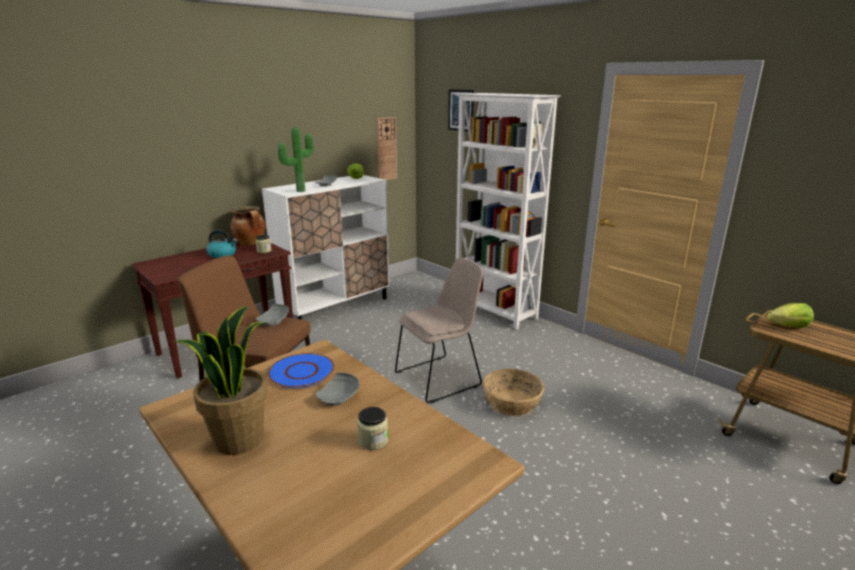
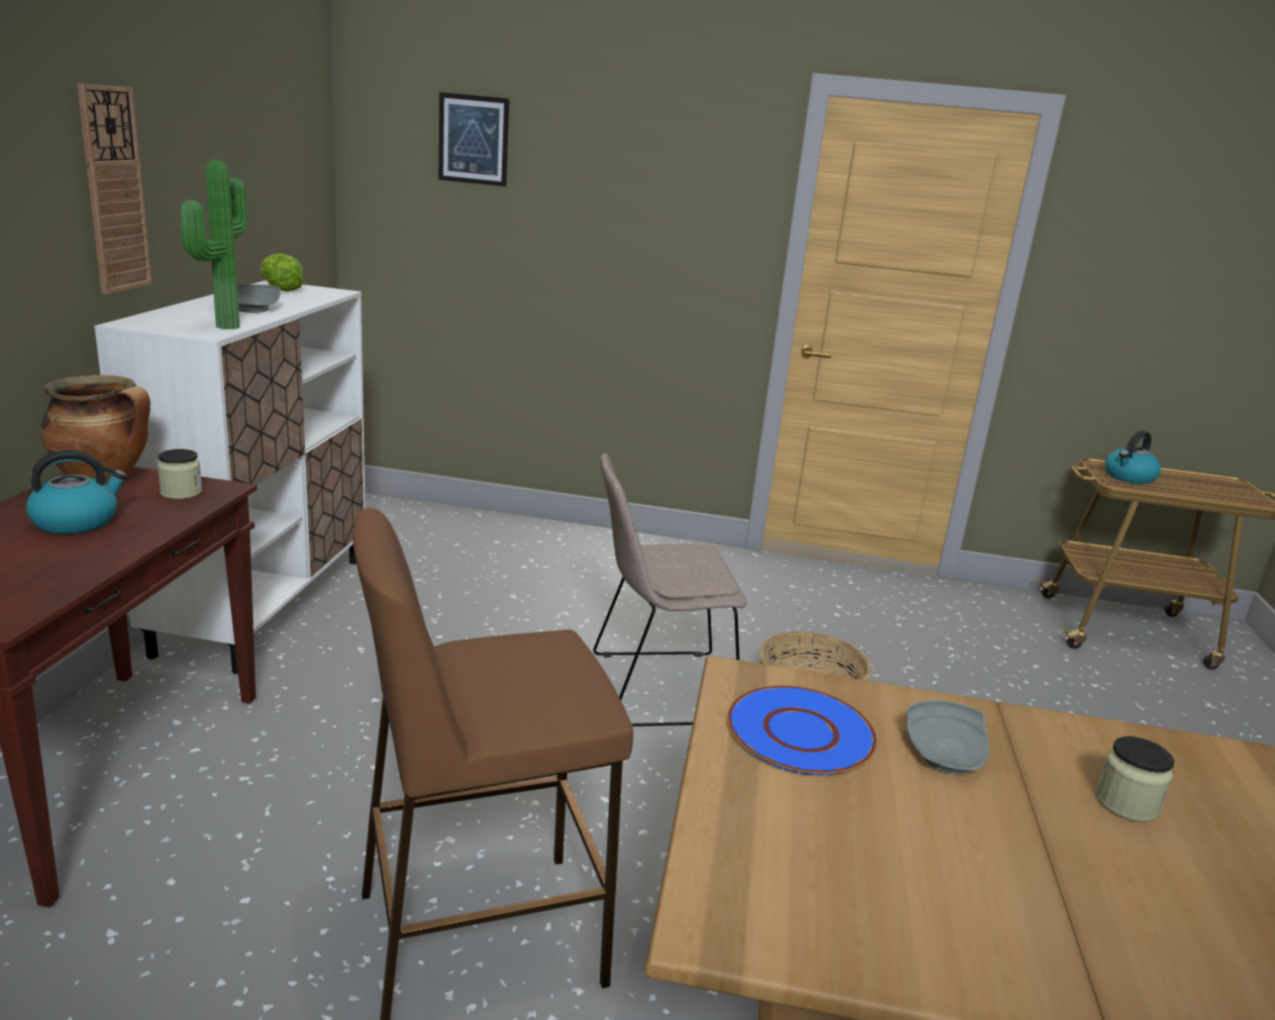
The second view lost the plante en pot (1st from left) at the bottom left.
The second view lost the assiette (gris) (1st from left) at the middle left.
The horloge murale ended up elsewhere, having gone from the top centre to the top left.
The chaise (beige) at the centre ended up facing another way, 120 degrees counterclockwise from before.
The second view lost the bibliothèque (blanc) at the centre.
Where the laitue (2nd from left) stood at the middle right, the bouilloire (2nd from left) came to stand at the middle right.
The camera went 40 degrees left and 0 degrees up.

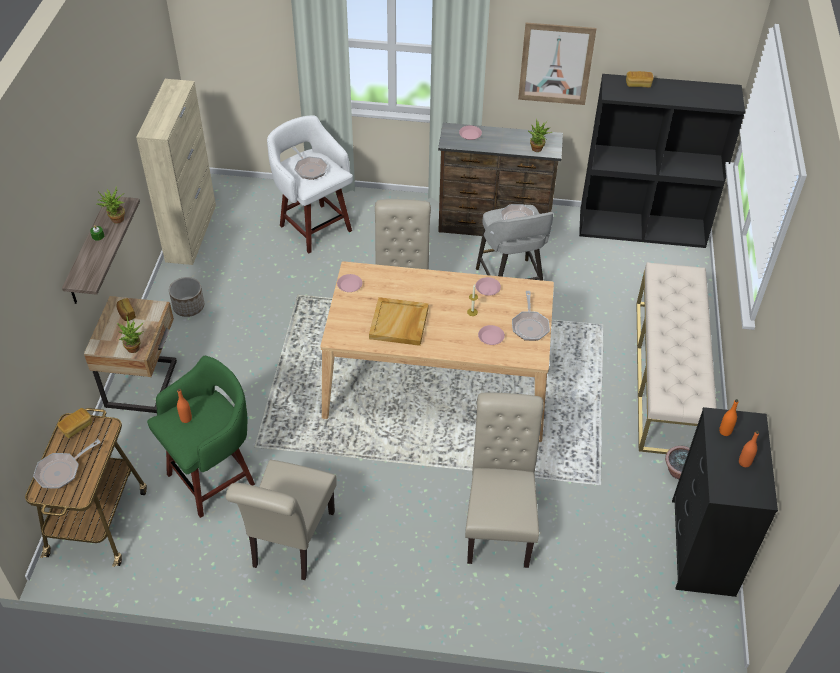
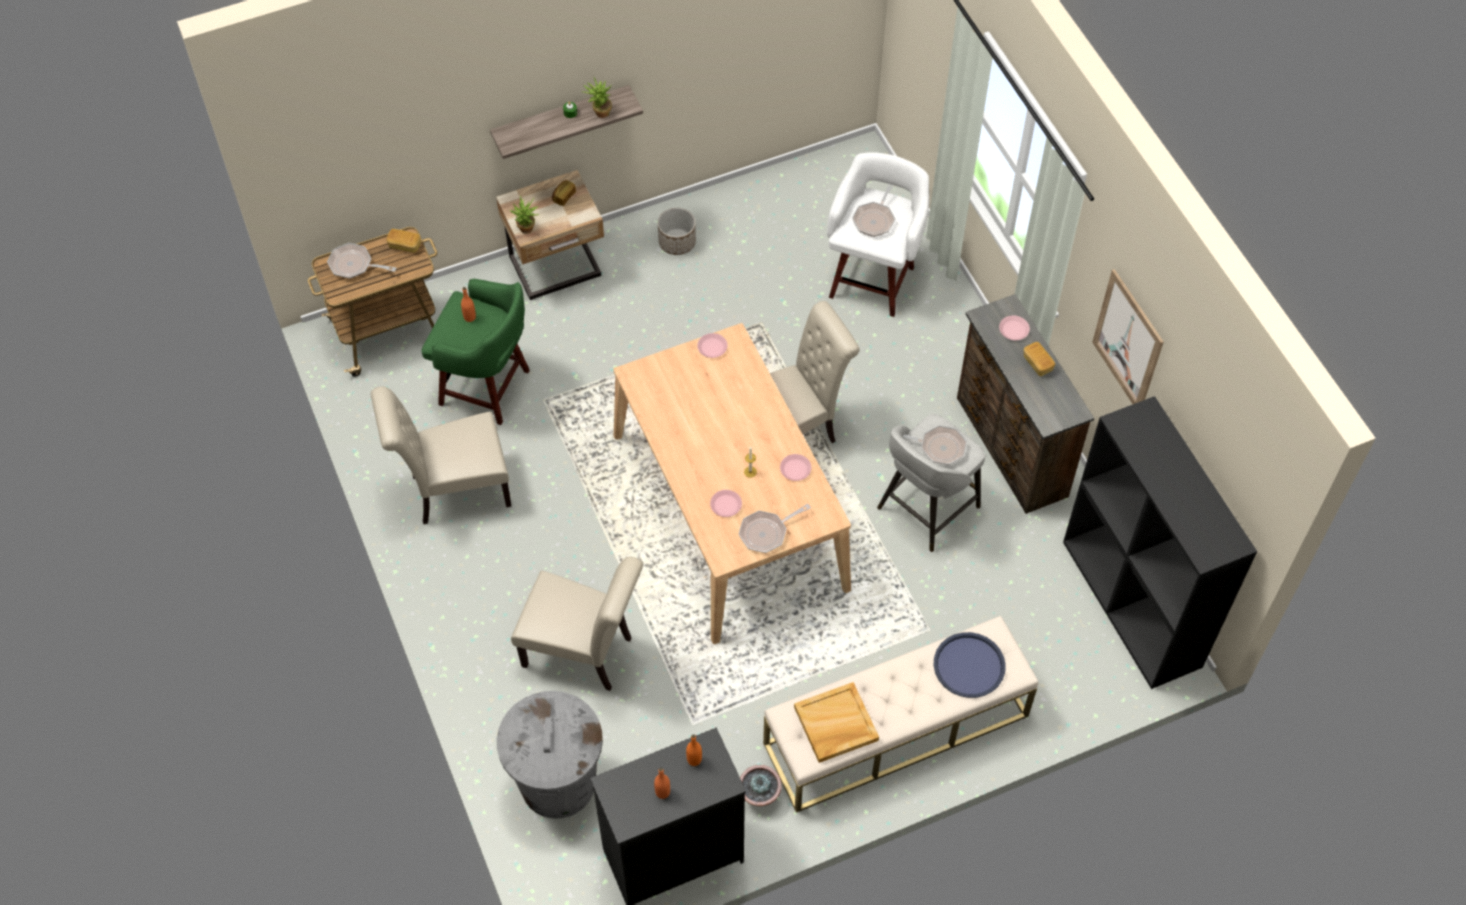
The second view lost the meuble de rangement (beige) at the top left.
The plateau (beige) ended up elsewhere, having gone from the centre to the bottom centre.
The chaise (beige) (3rd from left in the first image) at the bottom centre ended up facing another way, 45 degrees clockwise from before.
The second view lost the plante en pot (3rd from left) at the top centre.
The pain (3rd from left) ended up elsewhere, having gone from the top right to the middle right.
The second view gained the poubelle (gris) at the bottom centre.
The second view gained the plateau (bleu) at the bottom centre.
The camera went 60 degrees right and 10 degrees up.

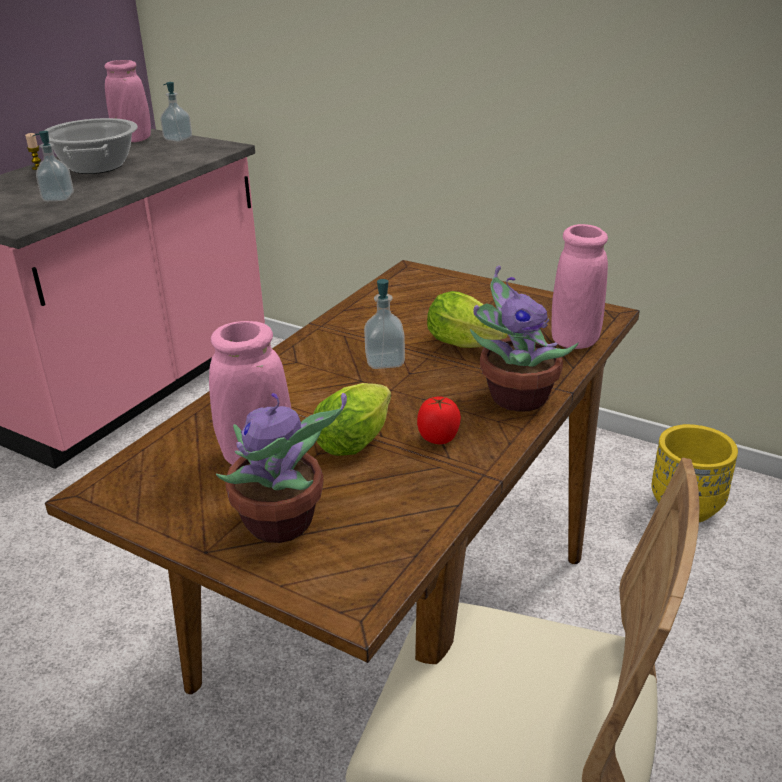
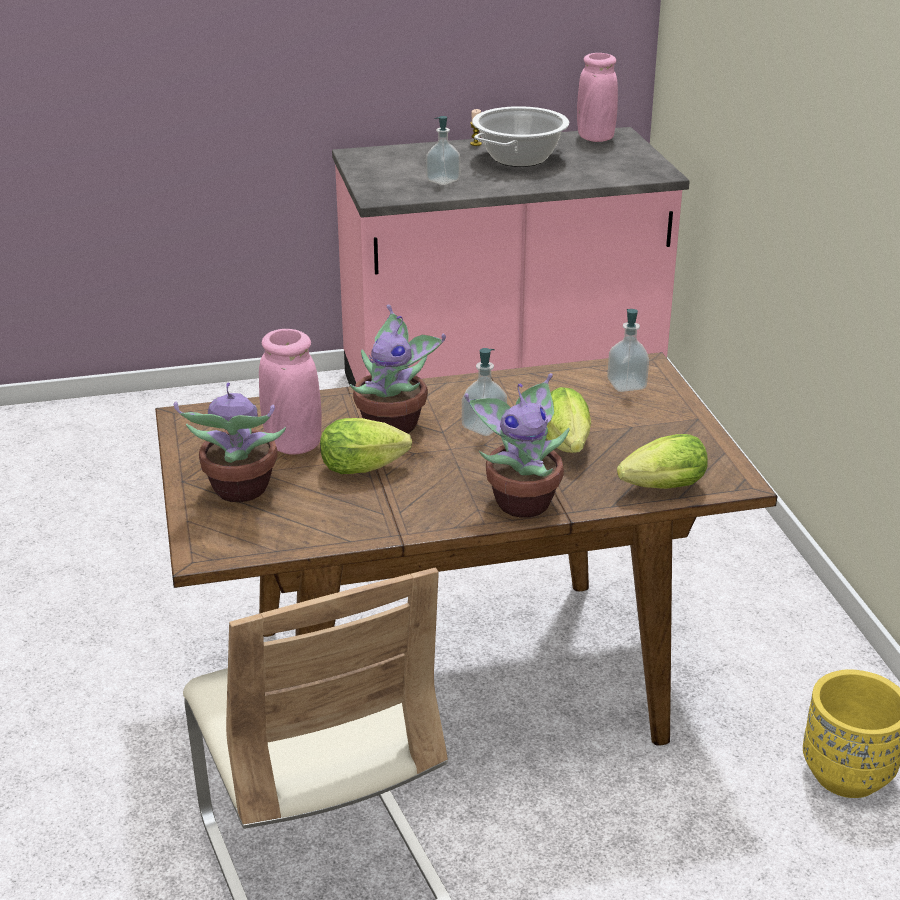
The distributeur de savon (2nd from left in the first image) ended up elsewhere, having gone from the top left to the middle right.
The second view lost the tomate at the centre.
Where the vase (rose) (3rd from left) stood at the middle right, the laitue (3rd from left) came to stand at the middle right.
The second view gained the plante en pot (2nd from left) at the centre.
The camera went 45 degrees right and 0 degrees up.

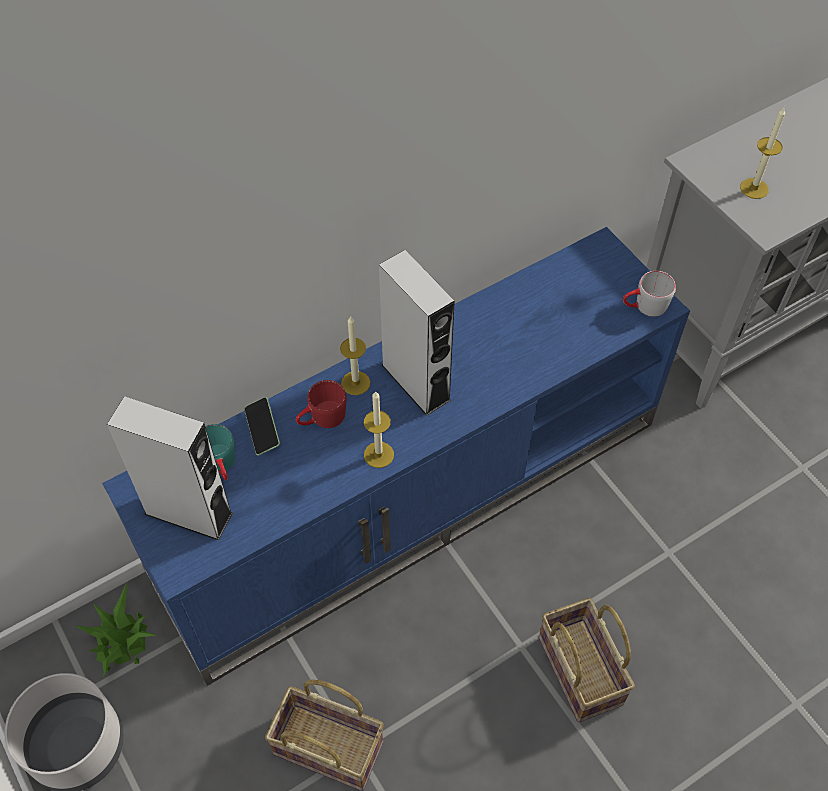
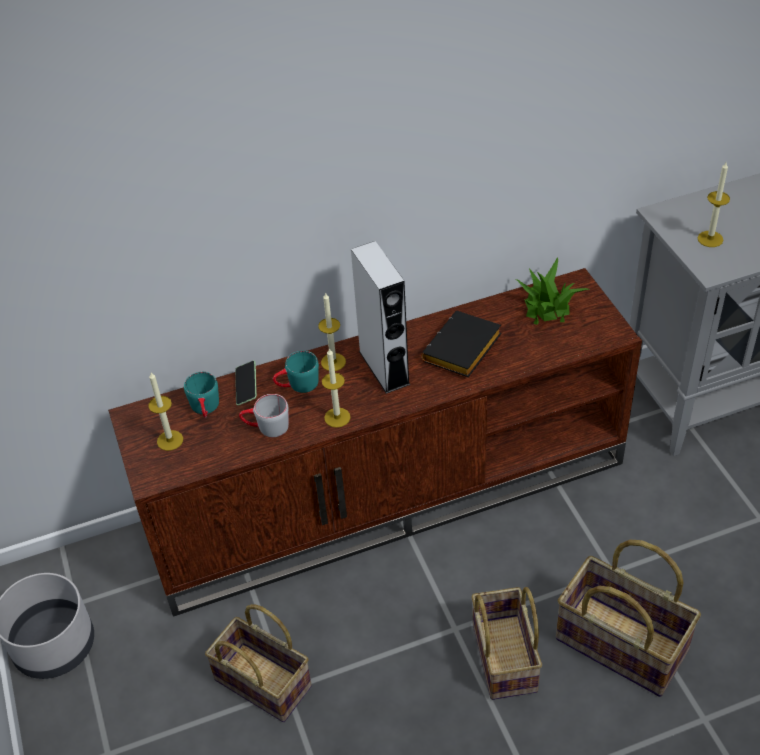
The plante en pot ended up elsewhere, having gone from the bottom left to the middle right.
What was the meuble télé (bleu) at the centre turned into the meuble télé (marron) at the centre.
Where the enceinte (gris) (1st from left) stood at the middle left, the bougie (1st from left) came to stand at the middle left.
What was the mug (rouge) at the centre turned into the mug (turquoise) (2nd from left) at the centre.
The mug (gris) ended up elsewhere, having gone from the middle right to the centre.
The second view gained the livre (noir) at the centre.
The second view gained the panier (3rd from left) at the bottom right.
The camera went 15 degrees right and 10 degrees down.

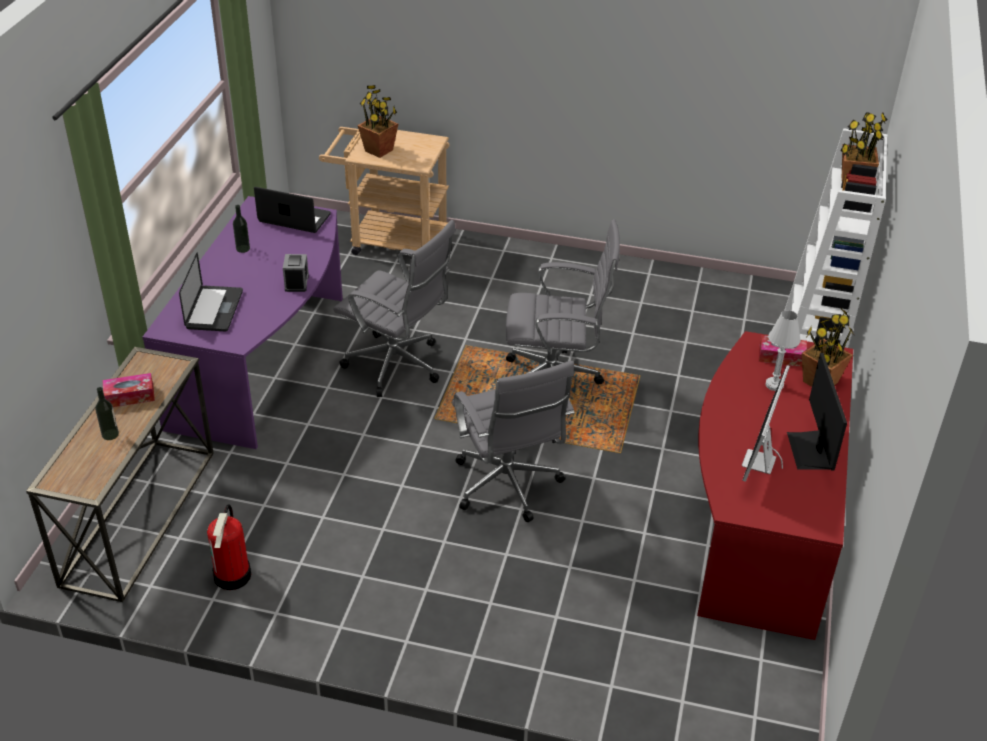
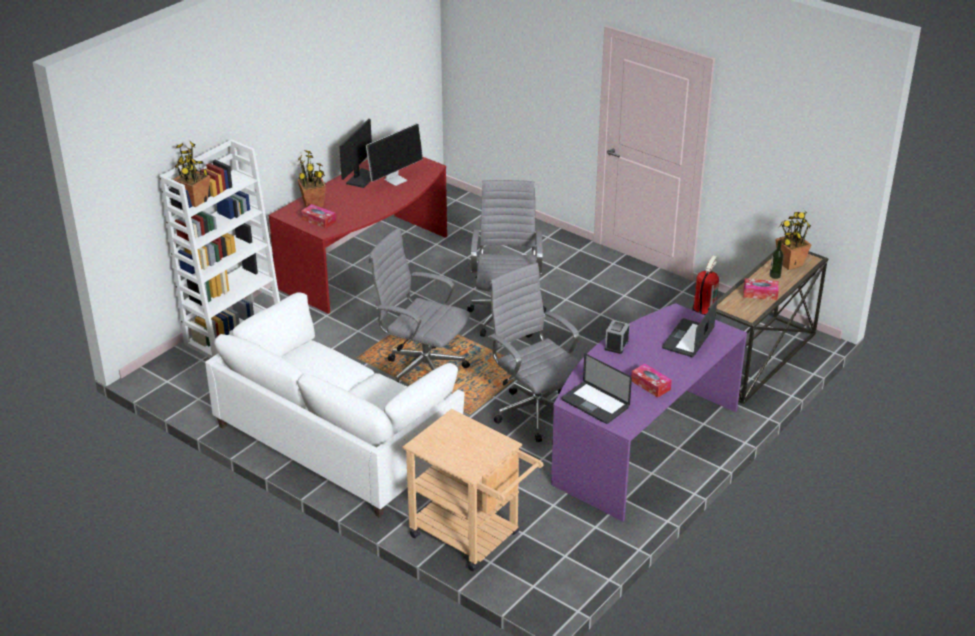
Where the bouteille (2nd from left) stood at the top left, the boîte à mouchoirs (2nd from left) came to stand at the middle right.
The plante en pot (1st from left in the first image) ended up elsewhere, having gone from the top centre to the middle right.
The second view lost the lampe de table (blanc) at the middle right.
The second view gained the canapé (blanc) at the centre.
The camera went 155 degrees left and 5 degrees down.

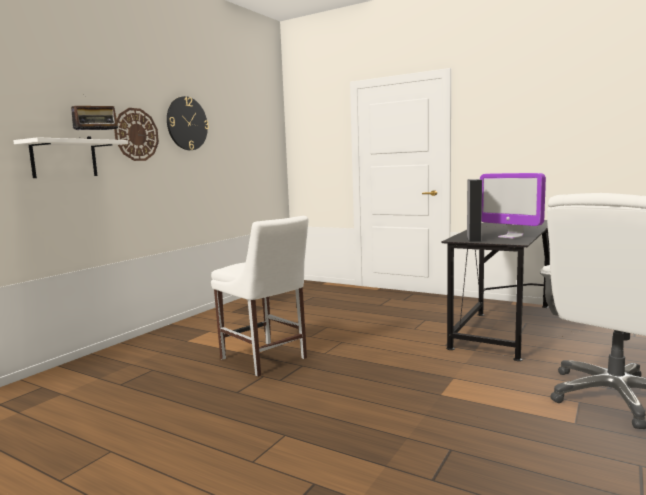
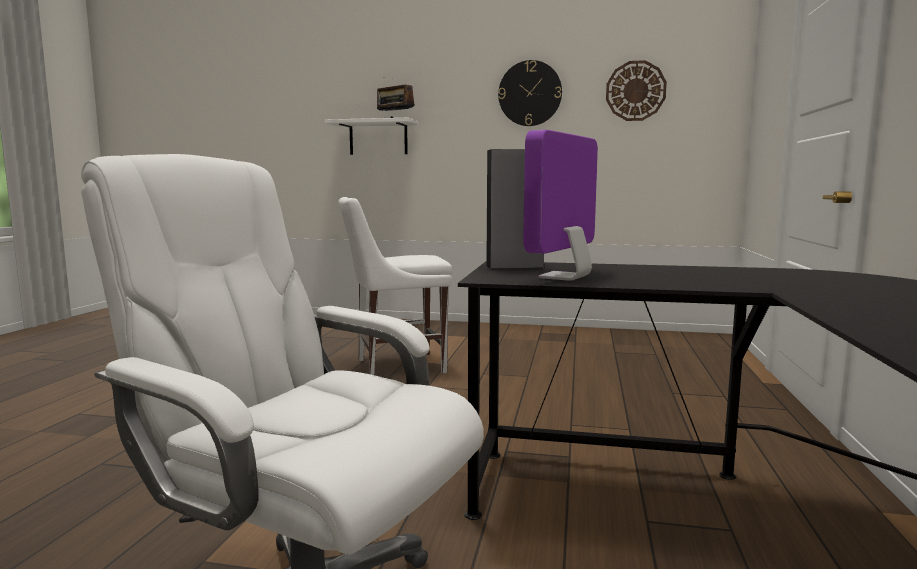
The horloge murale (1st from left in the first image) ended up elsewhere, having gone from the top left to the top right.
The chaise (blanc) at the centre ended up facing another way, 45 degrees clockwise from before.
The camera went 70 degrees right and 0 degrees up.

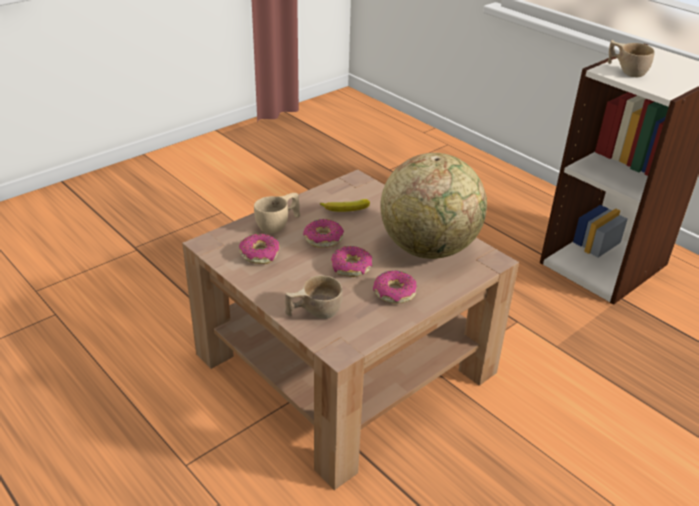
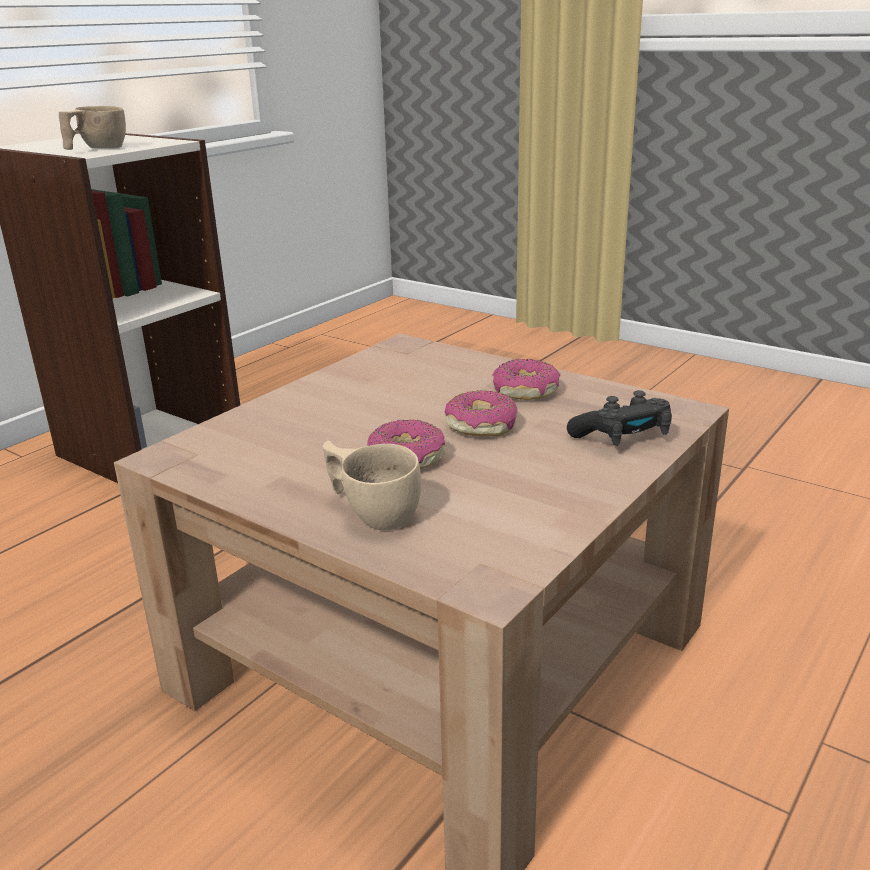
The second view lost the beignet (1st from left) at the centre.
Where the tasse (beige) (2nd from left) stood at the centre, the manette (noir) came to stand at the middle right.
The second view lost the banane at the centre.
The second view lost the globe at the centre.
The camera went 100 degrees left and 10 degrees down.

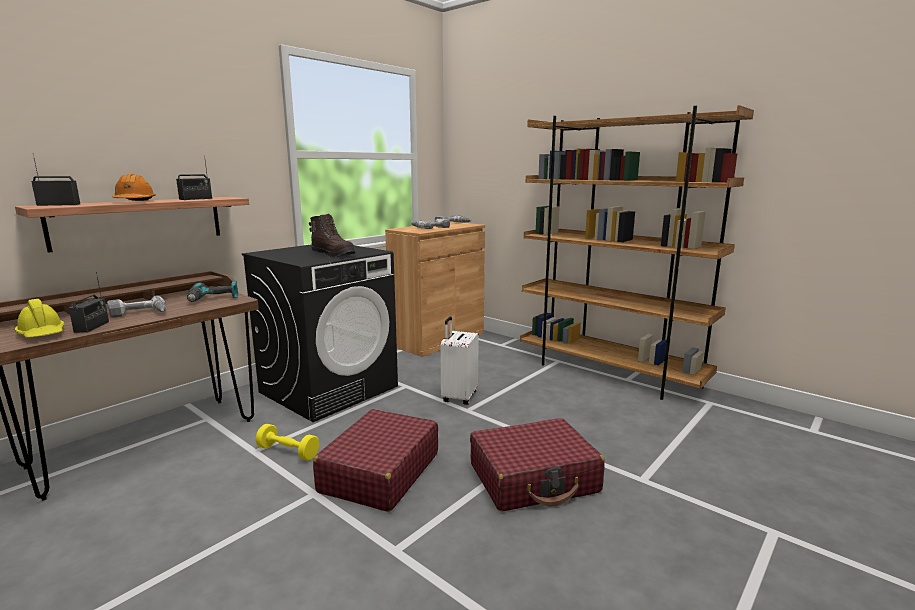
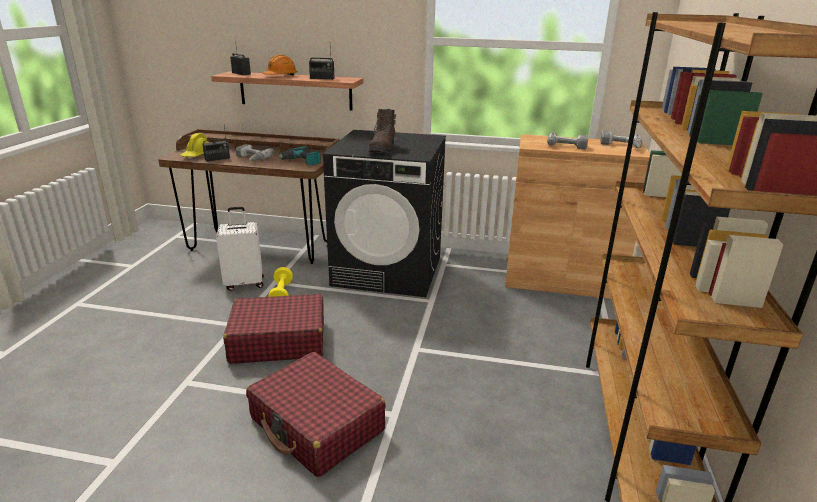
The valise (blanc) ended up elsewhere, having gone from the centre to the middle left.
The camera went 60 degrees right and 10 degrees up.

